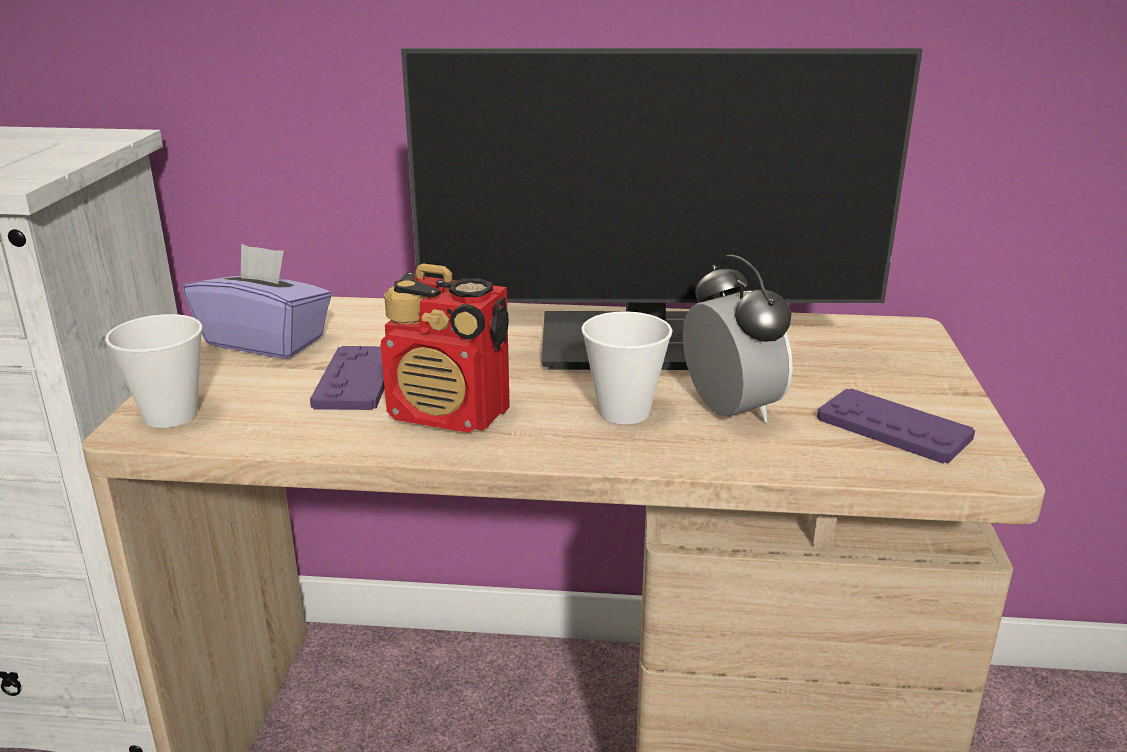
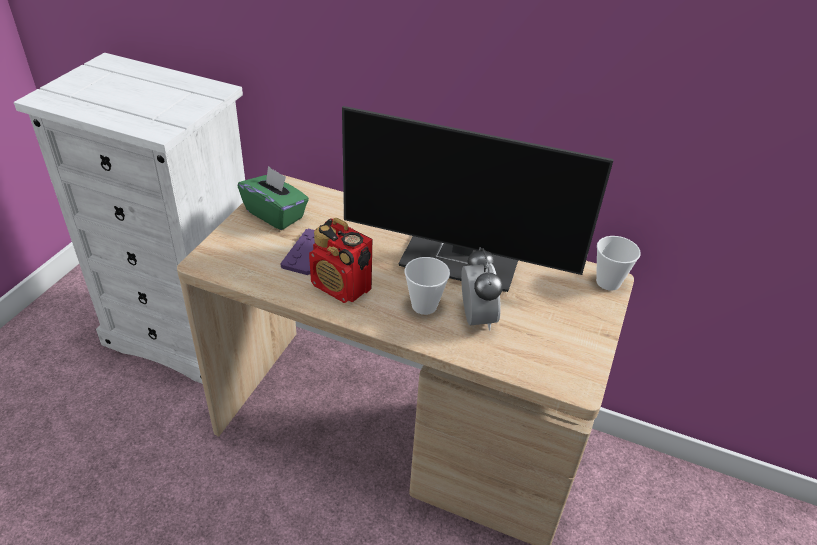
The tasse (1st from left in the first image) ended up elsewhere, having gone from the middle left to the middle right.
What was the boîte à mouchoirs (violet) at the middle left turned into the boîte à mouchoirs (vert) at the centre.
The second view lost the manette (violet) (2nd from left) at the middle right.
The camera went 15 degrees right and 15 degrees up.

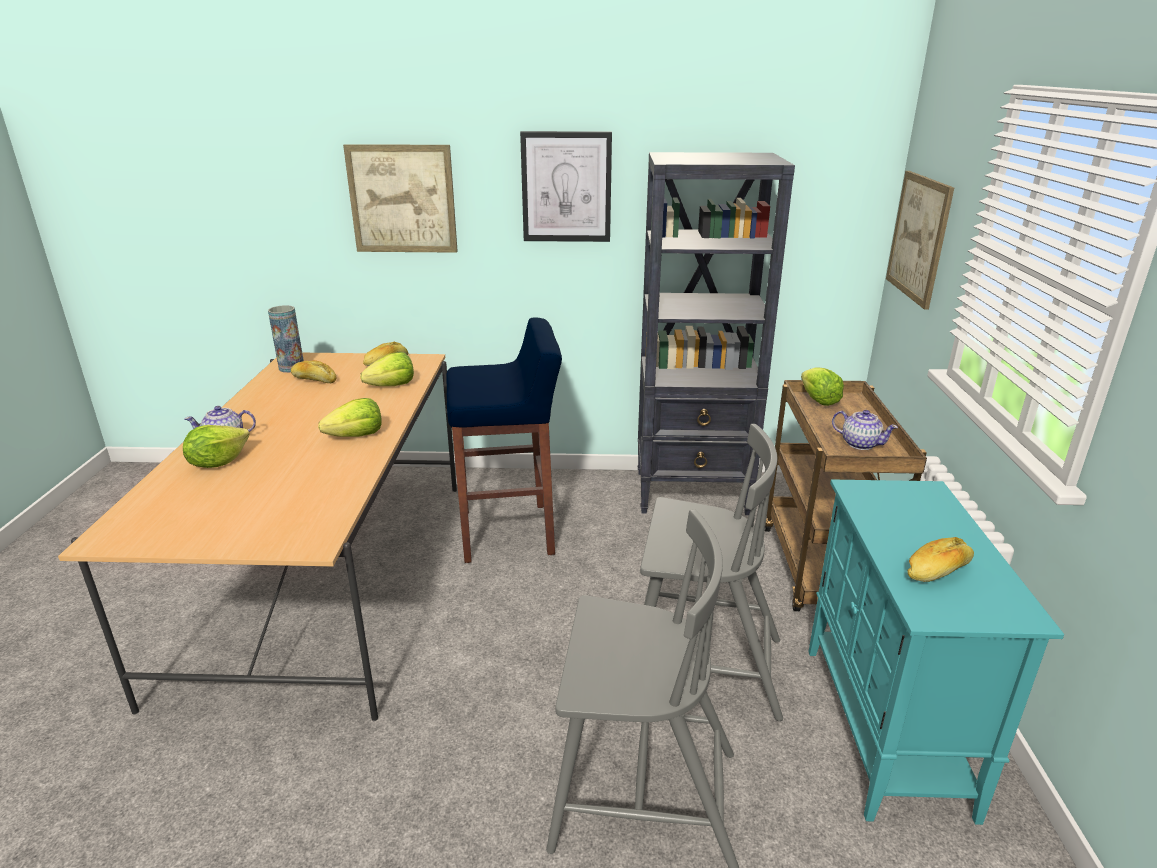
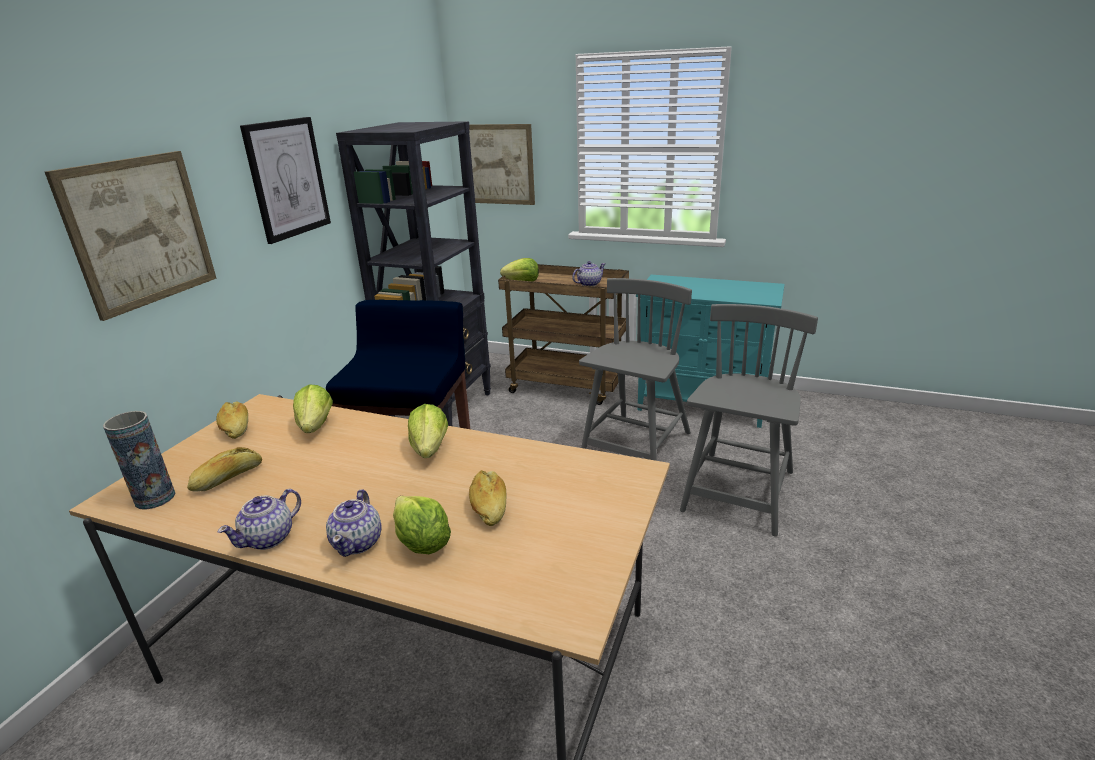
The pain (3rd from left) ended up elsewhere, having gone from the middle right to the centre.
The second view gained the théière (1st from left) at the bottom left.
The camera went 70 degrees left and 0 degrees up.

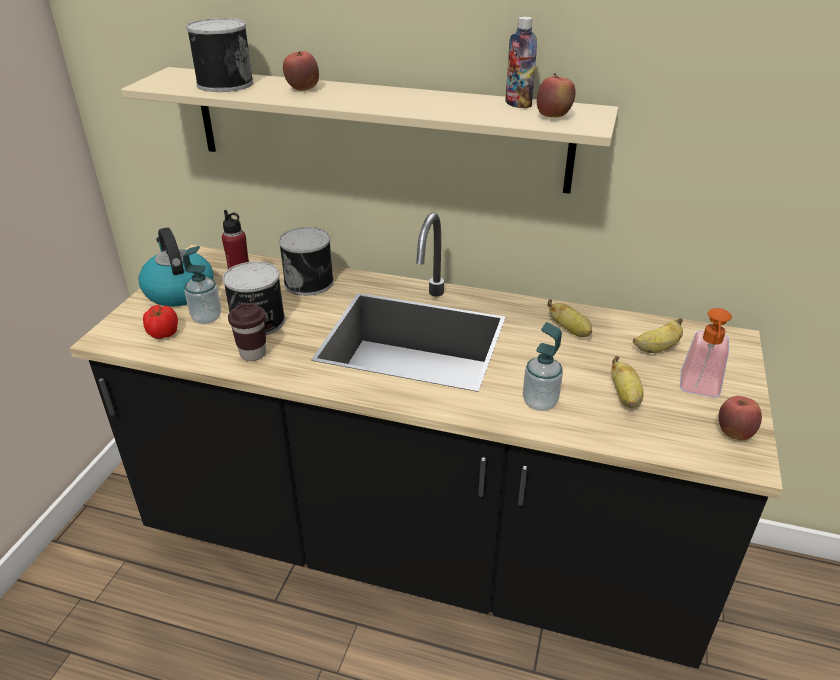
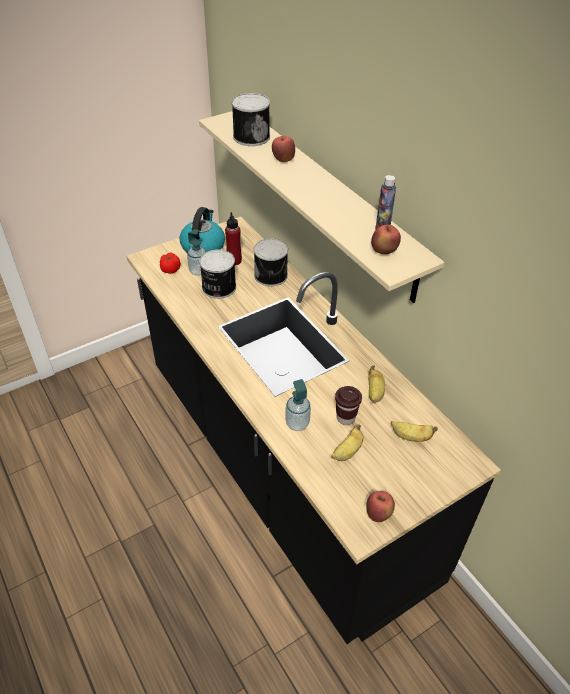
The tasse (marron) ended up elsewhere, having gone from the middle left to the centre.
The second view lost the distributeur de savon (3rd from left) at the middle right.
The camera went 40 degrees right and 10 degrees up.

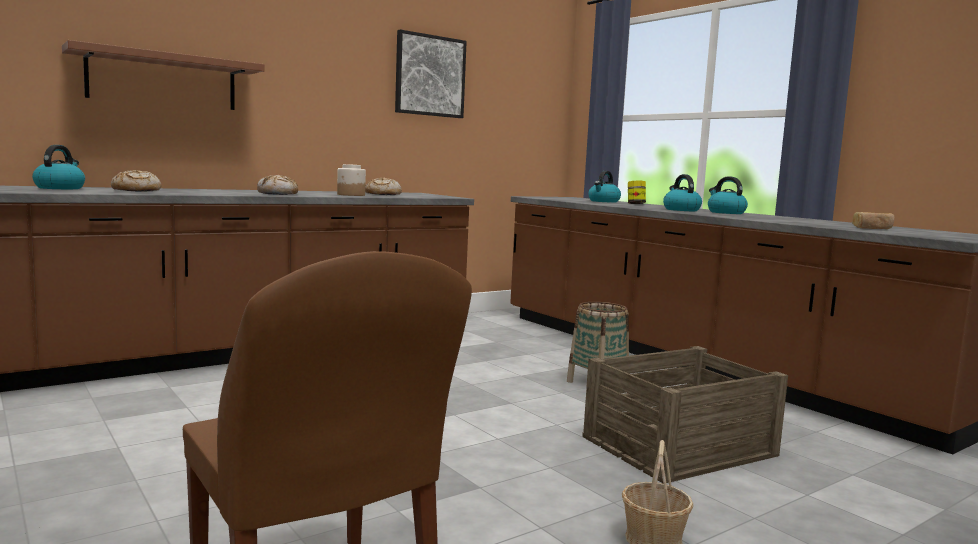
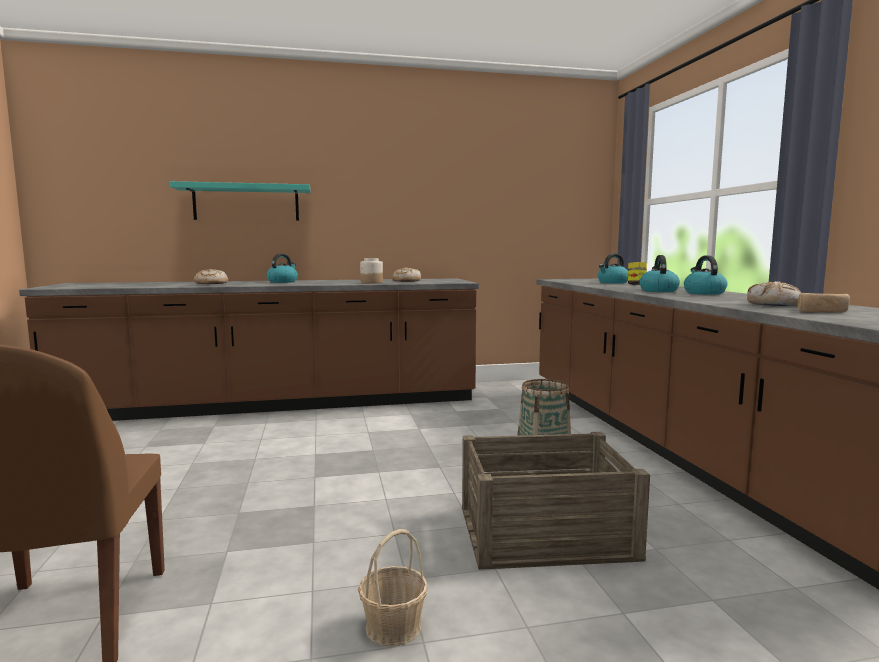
The bouilloire (1st from left) ended up elsewhere, having gone from the top left to the middle left.
What was the étagère (marron) at the top left turned into the étagère (turquoise) at the top left.
The pain (2nd from left in the first image) ended up elsewhere, having gone from the middle left to the middle right.
The second view lost the tableau at the top centre.
The camera went 25 degrees right and 0 degrees up.

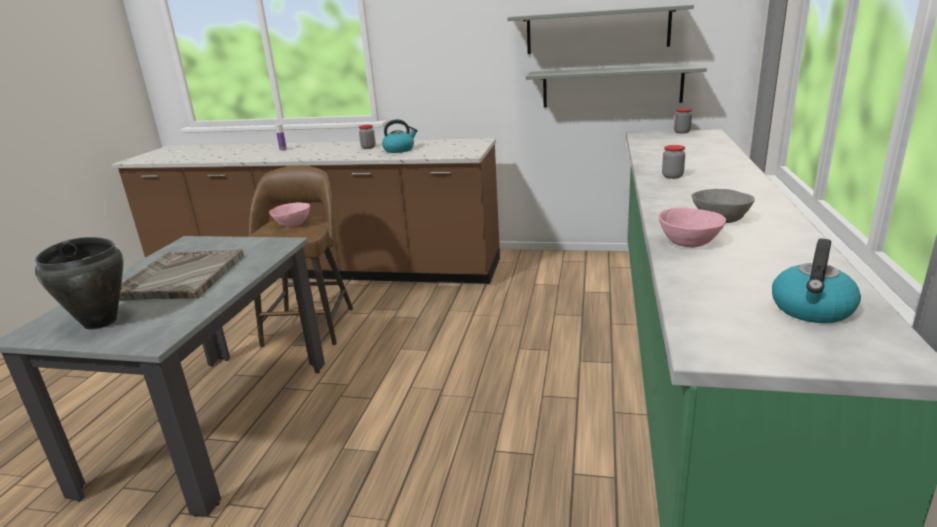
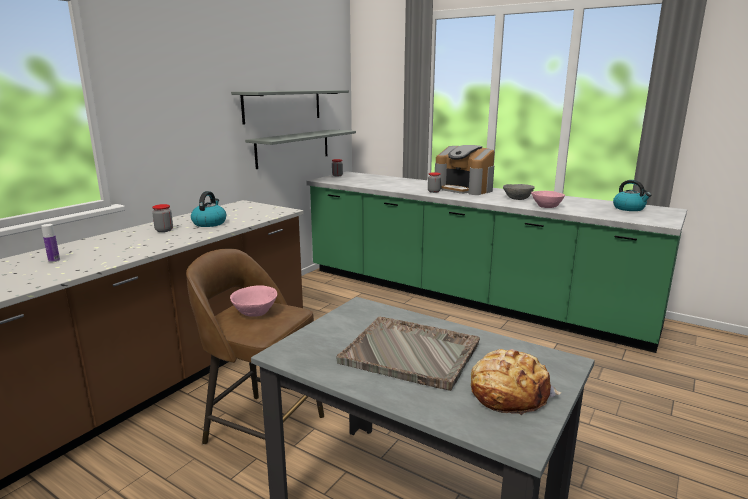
Where the marmite (noir) stood at the middle left, the pain came to stand at the bottom right.
The second view gained the machine à café at the centre.
The camera went 70 degrees left and 5 degrees down.

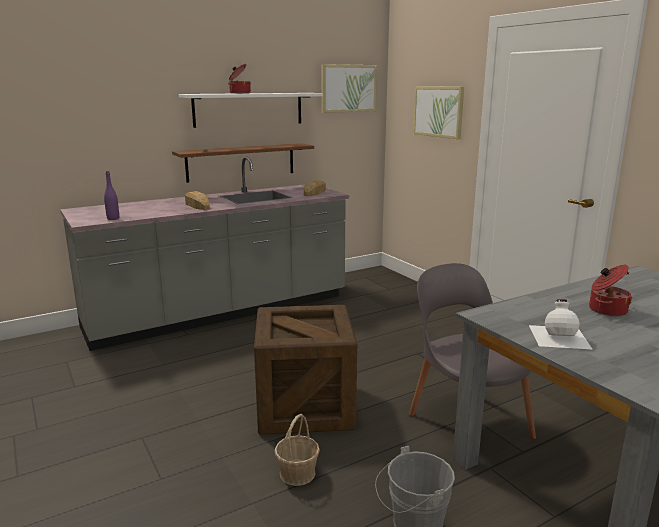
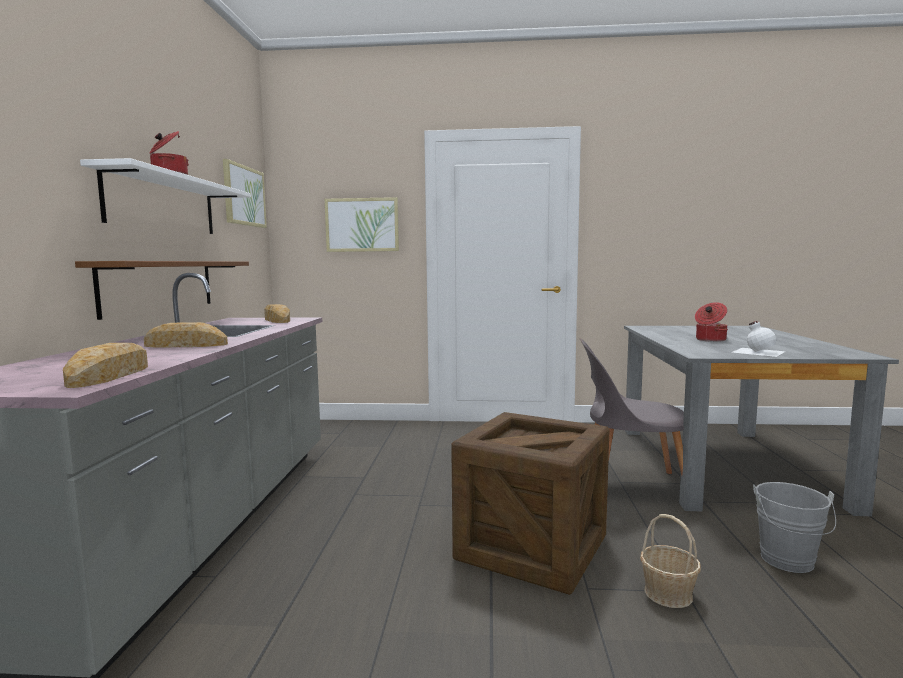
Where the bouteille (violet) stood at the middle left, the pain (1st from left) came to stand at the middle left.
The camera went 55 degrees left and 10 degrees down.

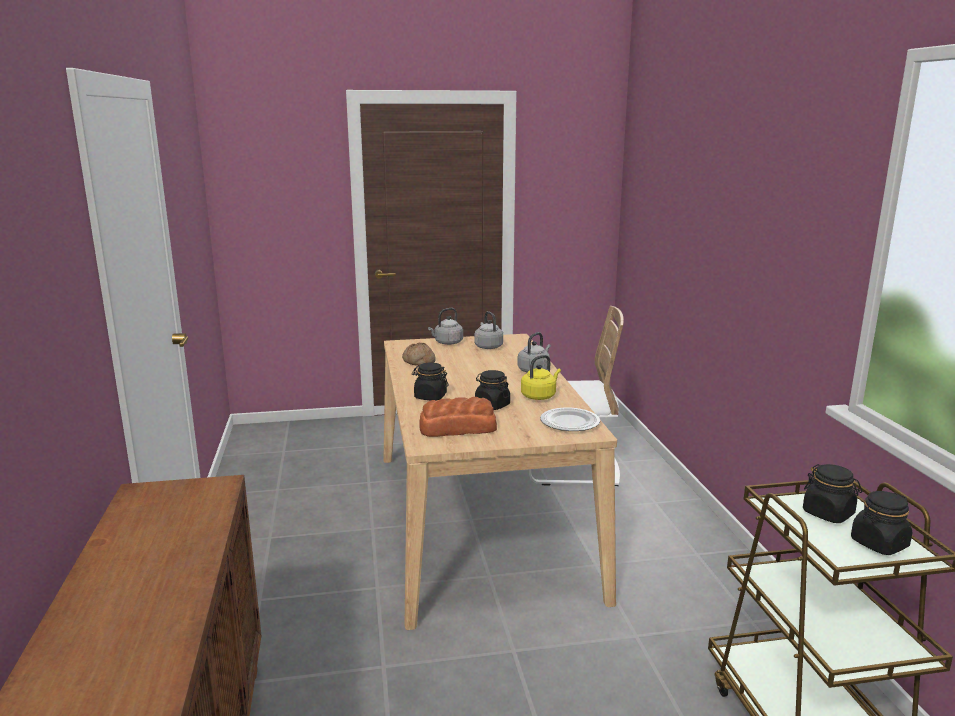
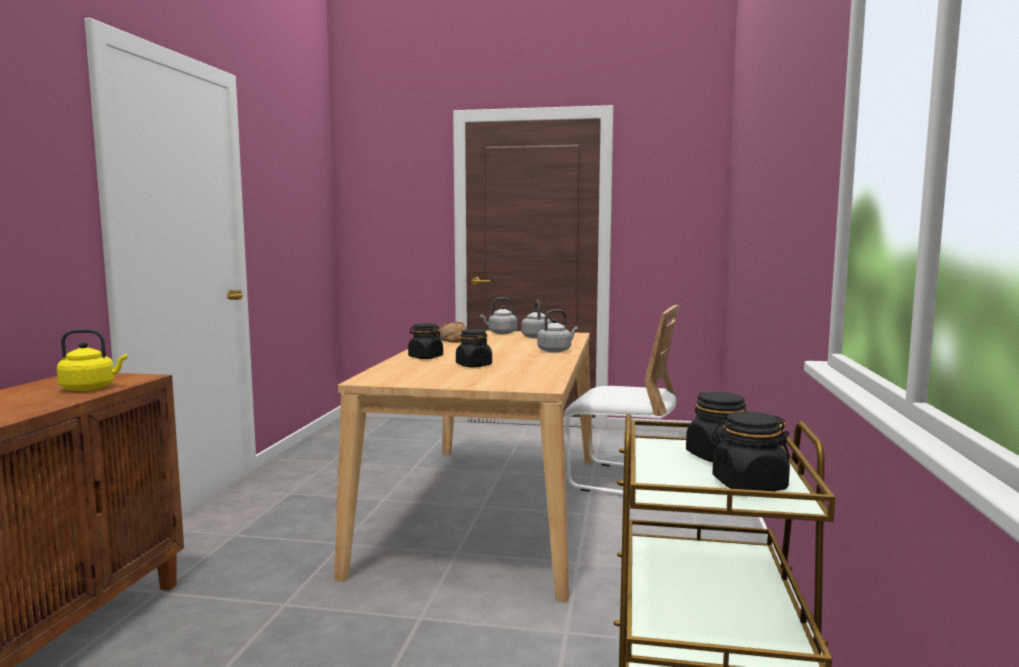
The second view lost the pain (2nd from left) at the centre.
The bouilloire (jaune) ended up elsewhere, having gone from the centre to the middle left.
The second view lost the assiette at the centre.
The camera went 20 degrees right and 10 degrees down.

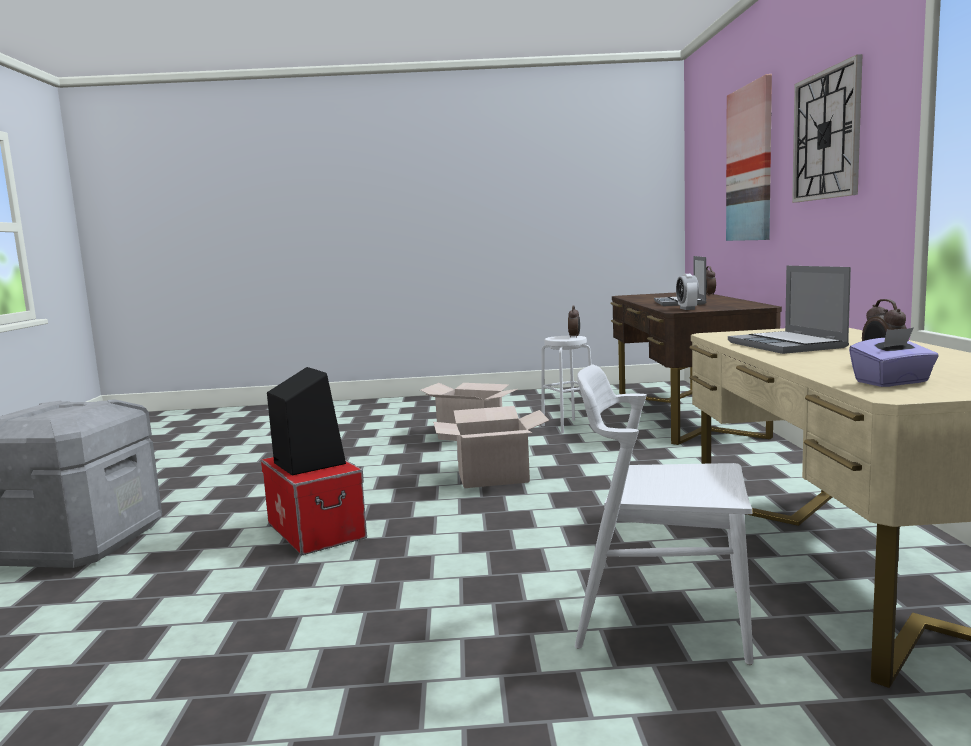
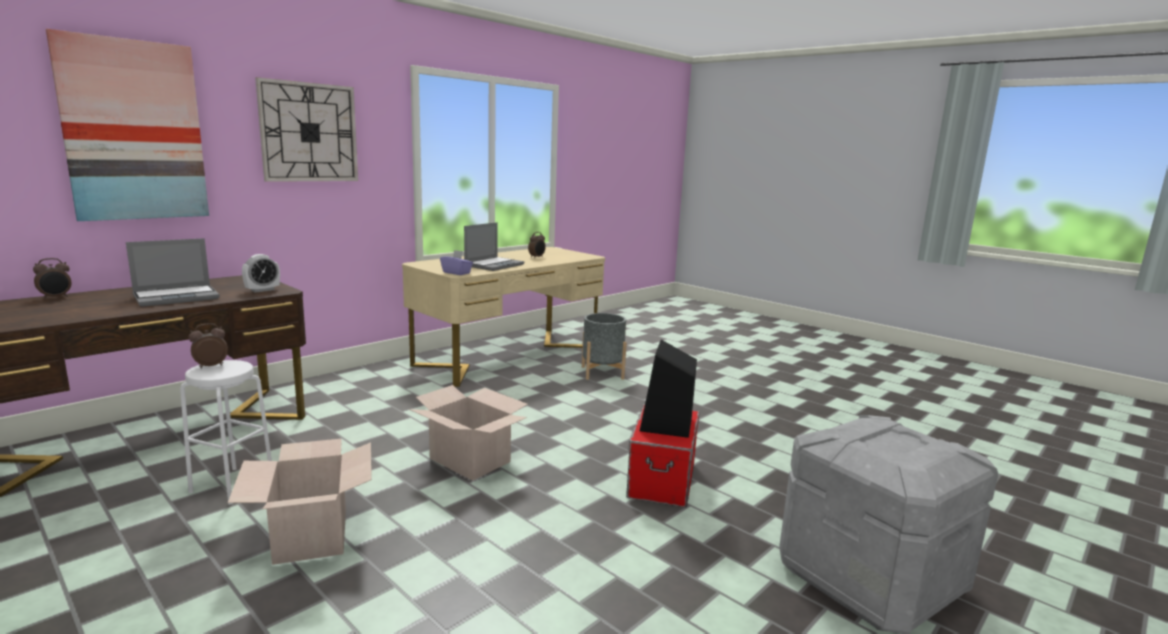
Where the chaise (blanc) stood at the bottom right, the cache-pot (gris) came to stand at the centre.
The boîte à mouchoirs (violet) ended up elsewhere, having gone from the middle right to the centre.
The camera went 135 degrees left and 5 degrees up.

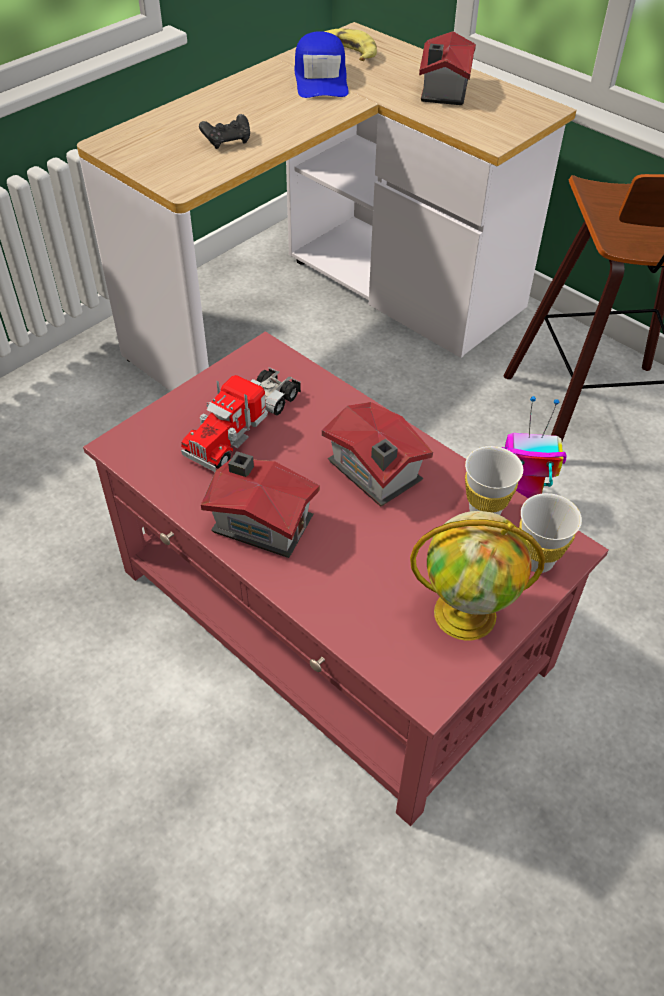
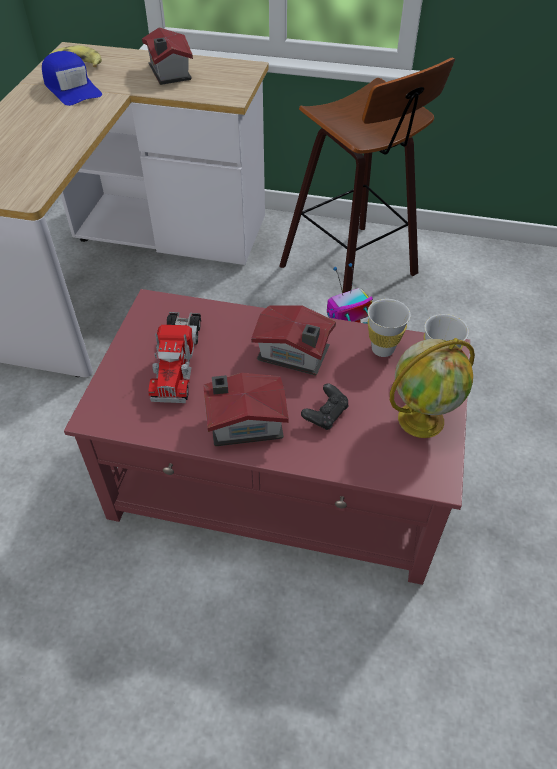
The manette (noir) ended up elsewhere, having gone from the top centre to the centre.
The camera went 30 degrees left and 0 degrees up.

